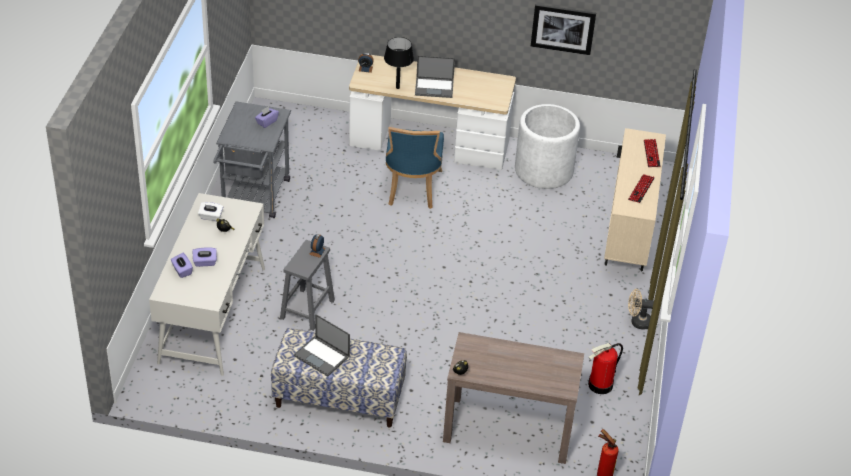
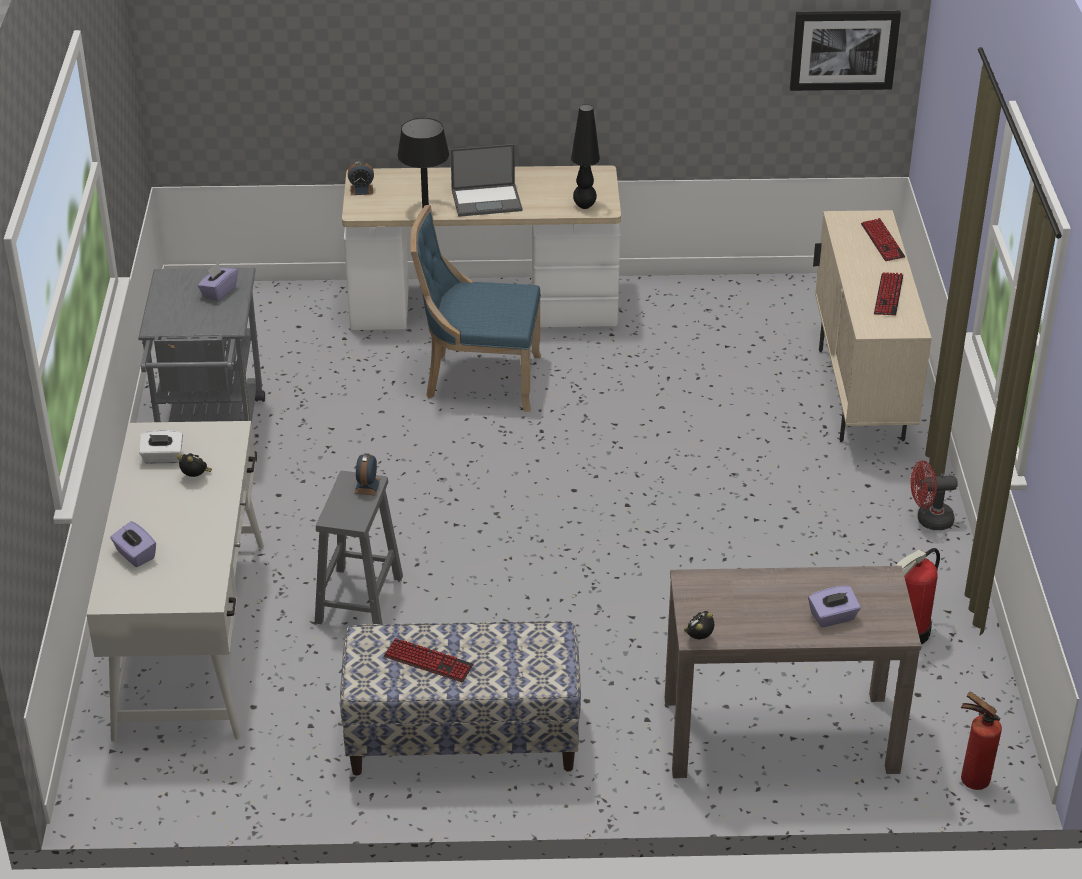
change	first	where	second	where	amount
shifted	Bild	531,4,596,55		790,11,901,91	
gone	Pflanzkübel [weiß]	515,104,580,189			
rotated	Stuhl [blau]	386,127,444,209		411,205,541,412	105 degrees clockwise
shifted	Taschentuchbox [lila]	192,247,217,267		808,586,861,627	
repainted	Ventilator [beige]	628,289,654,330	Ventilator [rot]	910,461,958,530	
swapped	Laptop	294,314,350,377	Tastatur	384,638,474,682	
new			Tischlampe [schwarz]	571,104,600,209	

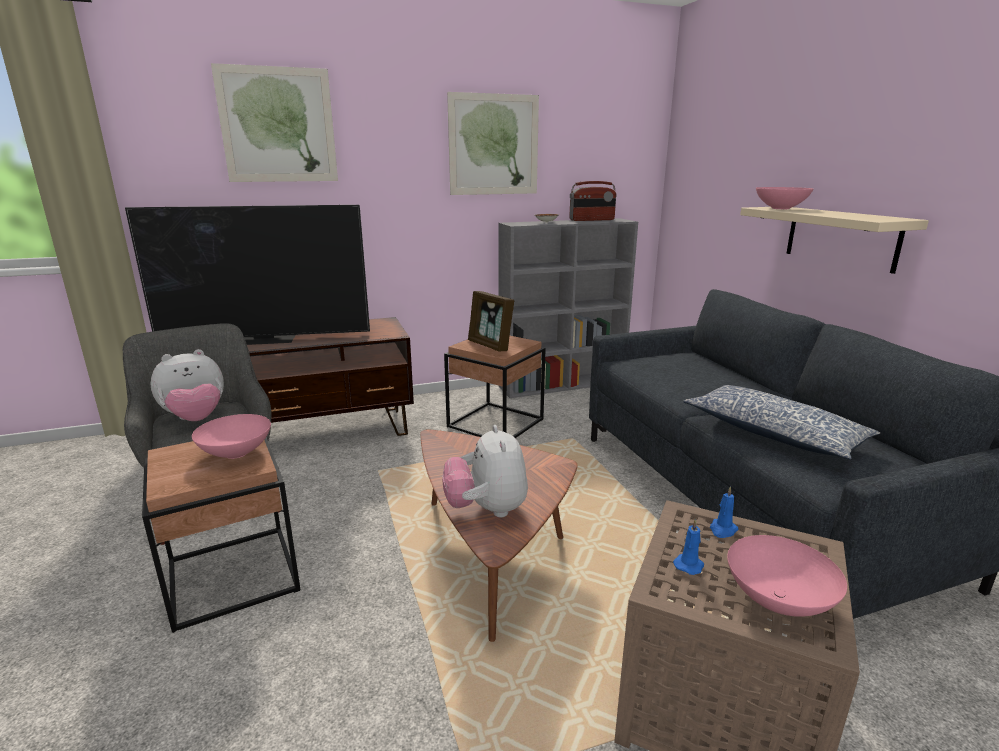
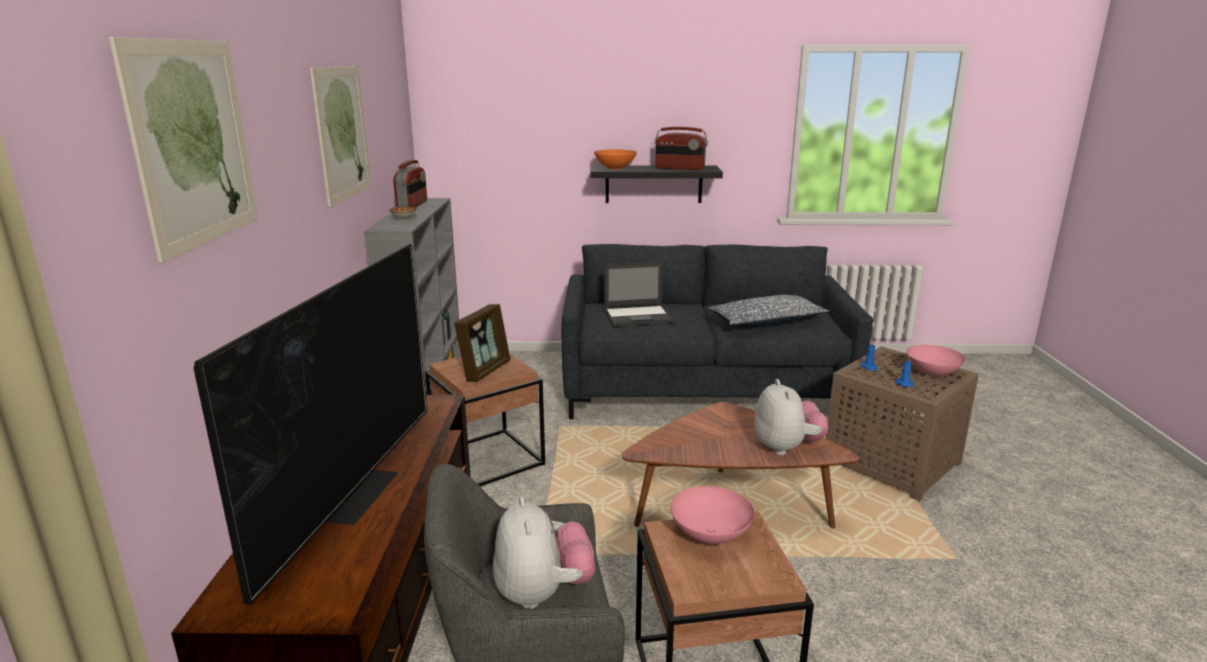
change	first	where	second	where	amount
repainted	Schüssel [rosa]	756,187,813,209	Schüssel [orange]	594,150,637,169	
repainted	Wandregal [beige]	740,207,929,274	Wandregal [schwarz]	590,165,723,203	
rotated	Bilderrahmen	468,291,514,351		454,304,510,382	45 degrees counterclockwise
rotated	Plüschtier	442,425,528,518		754,379,828,455	105 degrees counterclockwise
new			Radio	655,127,708,170	
new			Laptop	604,262,674,326	

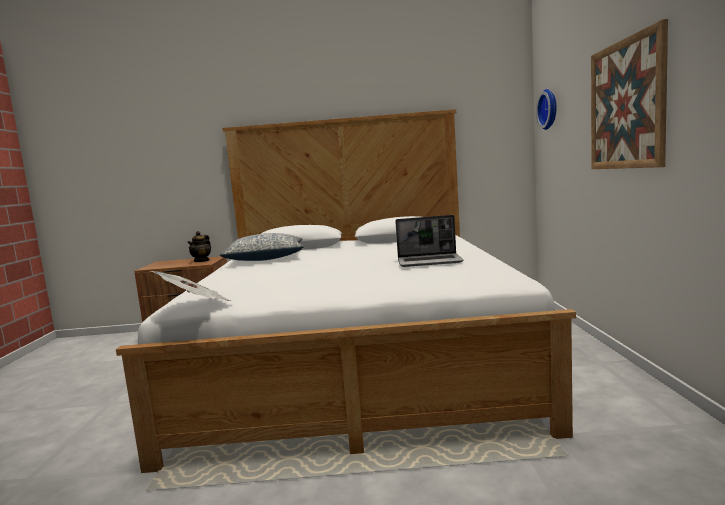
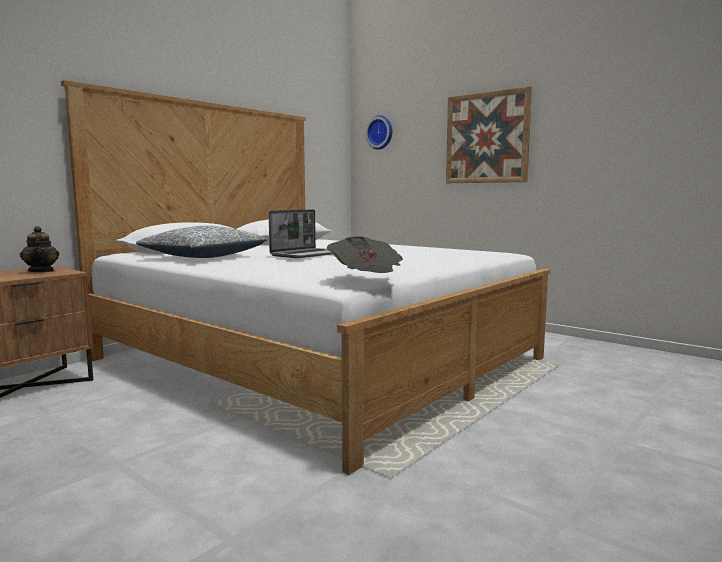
change	first	where	second	where	amount
shifted	Laptop	395,215,464,267		269,209,332,258	

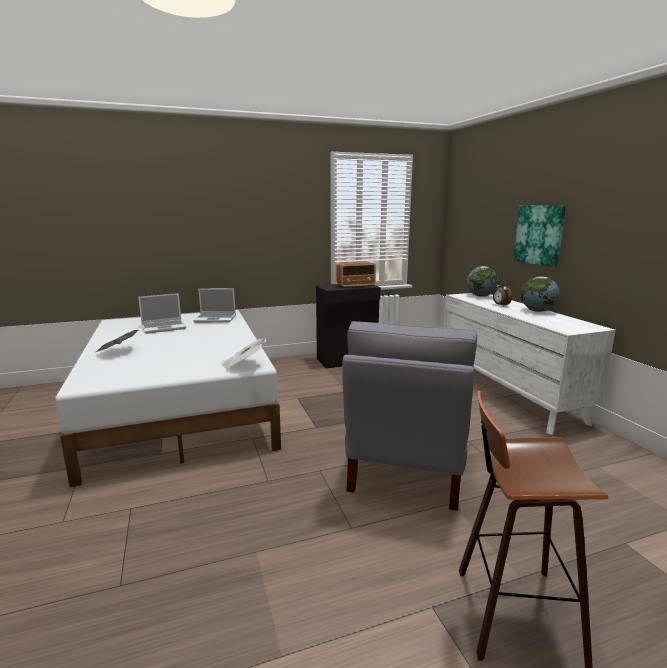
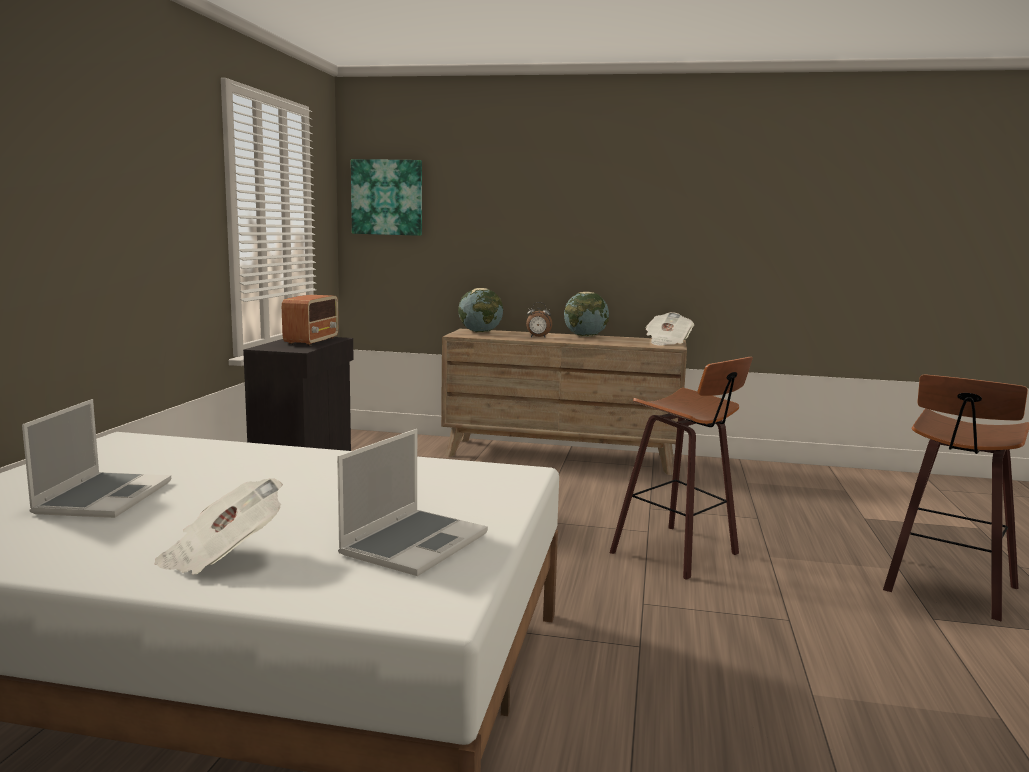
change	first	where	second	where	amount
shifted	Bild	513,205,566,267		351,159,422,236	
shifted	Laptop	194,288,236,323		337,429,488,576	
repainted	Kommode [weiß]	444,293,616,434	Kommode [braun]	441,329,687,475	
swapped	Stuhl [grau]	342,321,477,511	Hocker	610,357,753,580	
shifted	Zeitung	221,338,266,369		645,312,694,346	

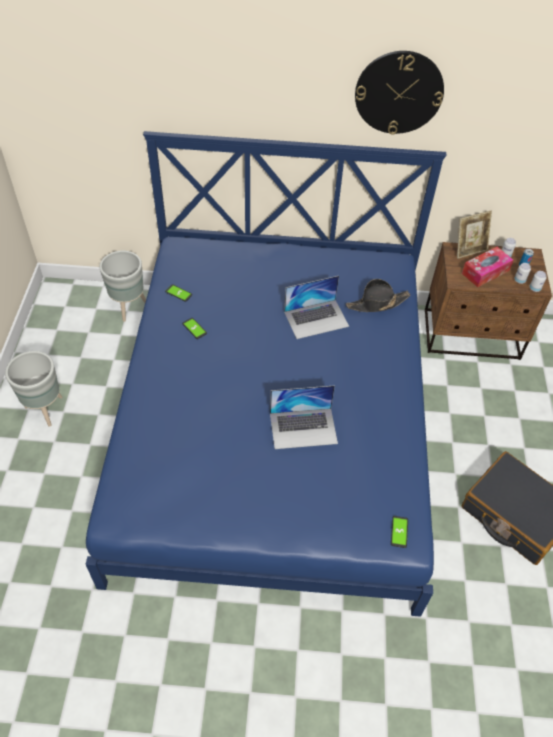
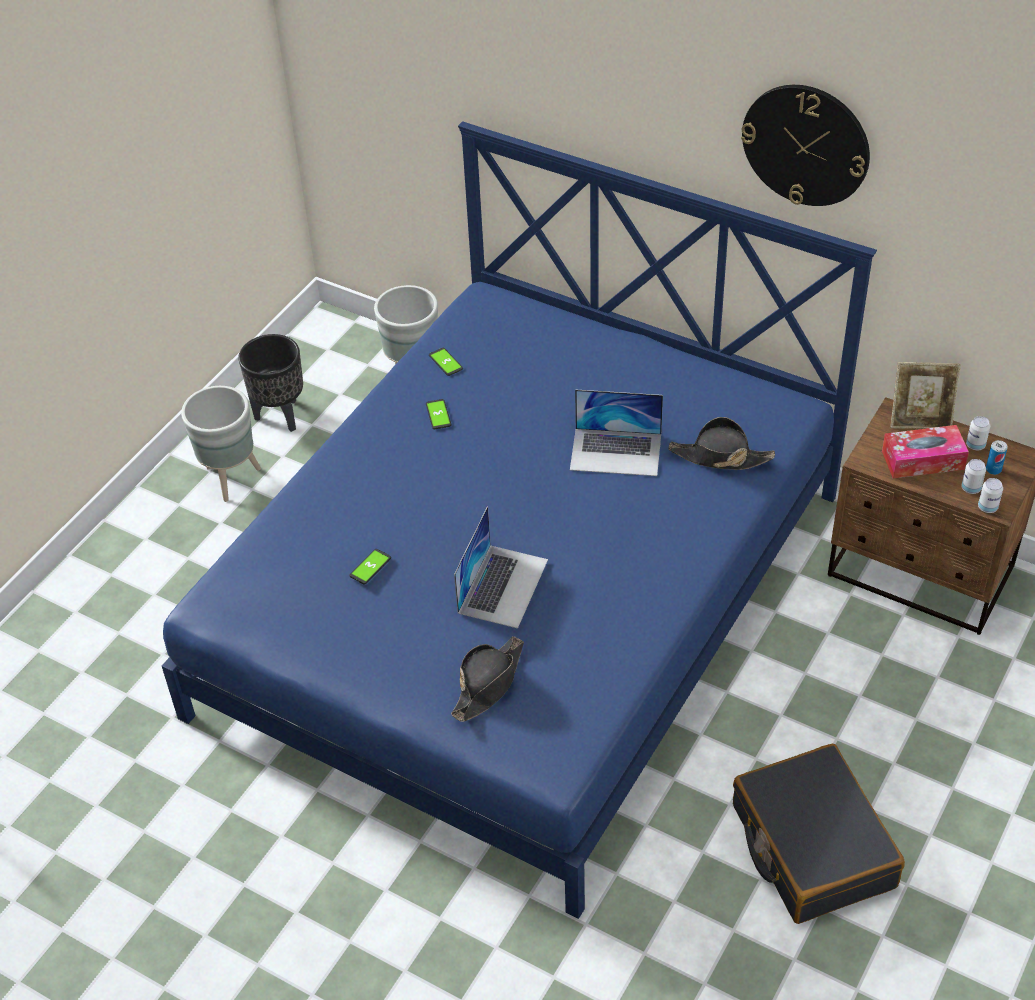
change	first	where	second	where	amount
rotated	Laptop	270,385,338,449		454,507,548,629	90 degrees counterclockwise
shifted	Handy	391,516,408,548		349,549,391,584	
new			Pflanzkübel [schwarz]	238,334,303,432	
new			Hut [schwarz]	451,636,524,722	

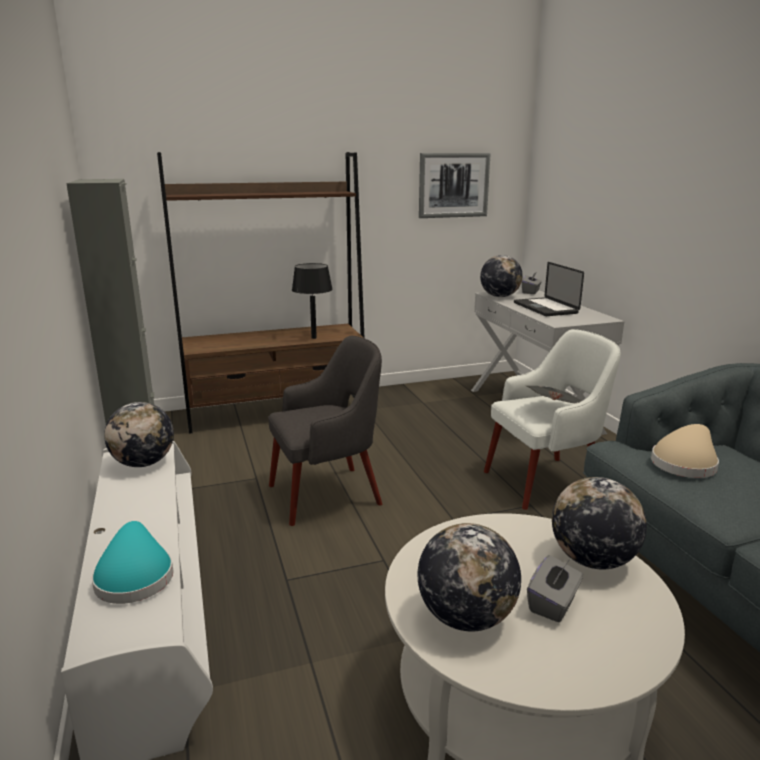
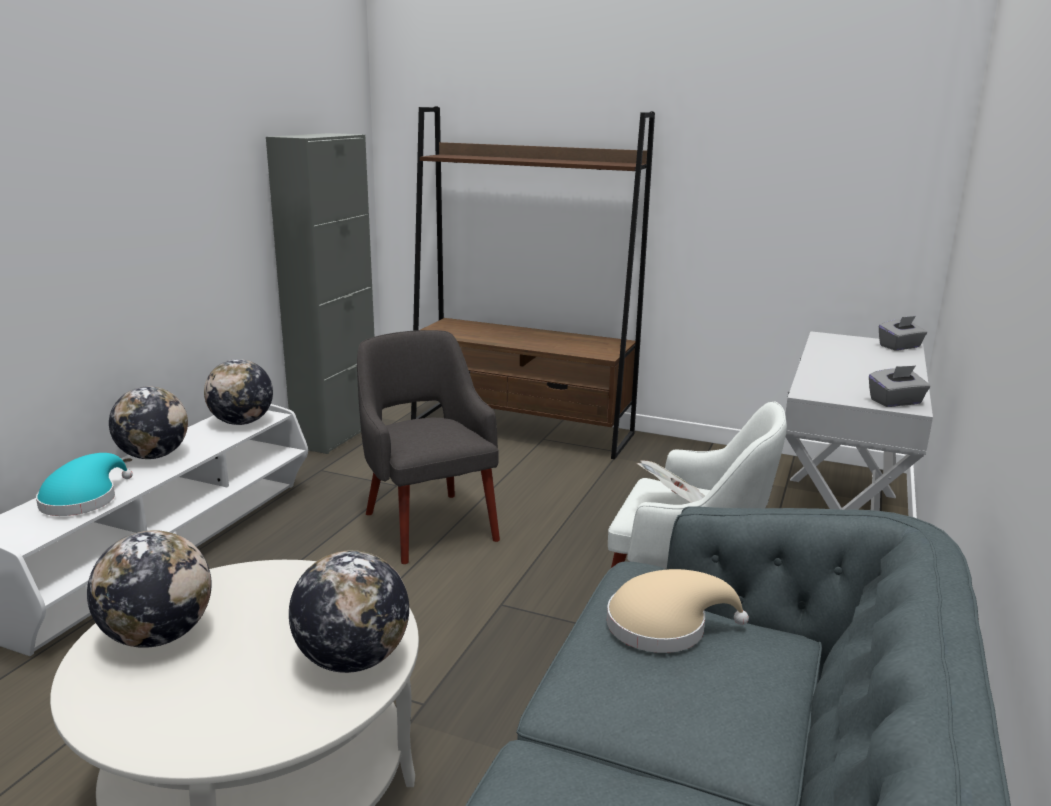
change	first	where	second	where	amount
gone	Bild	419,153,491,218			
shifted	Globus	480,255,523,297		109,386,188,459	
gone	Laptop	514,262,584,316			
gone	Tischlampe [schwarz]	292,263,333,339			
rotated	Sessel [grau]	268,336,382,526		357,330,500,564	135 degrees counterclockwise
shifted	Taschentuchbox [grau]	527,555,583,622		869,365,930,407	

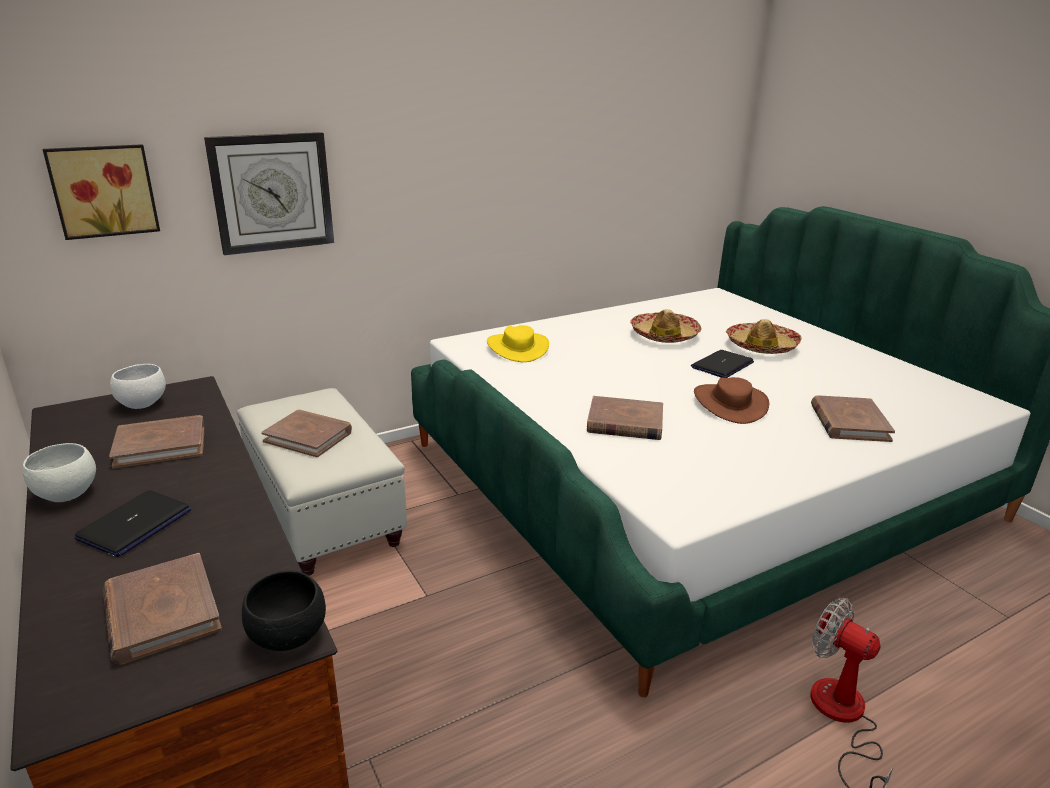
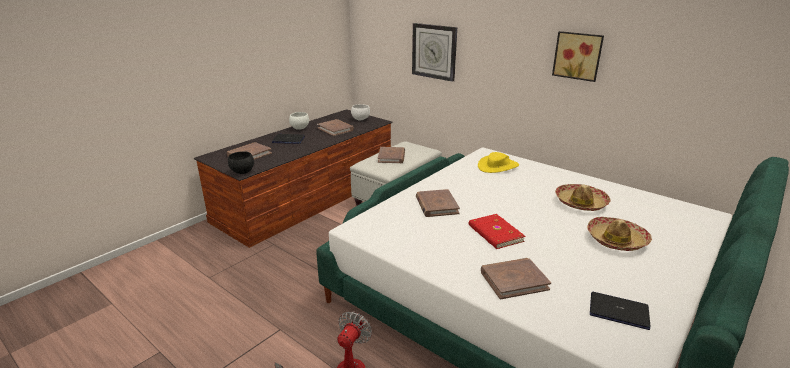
change	first	where	second	where	amount
shifted	Bild	43,144,160,240		552,31,604,82	
shifted	Laptop	691,350,754,378		590,292,650,330	
swapped	Hut [braun]	694,377,769,424	Buch [rot]	469,214,525,249	

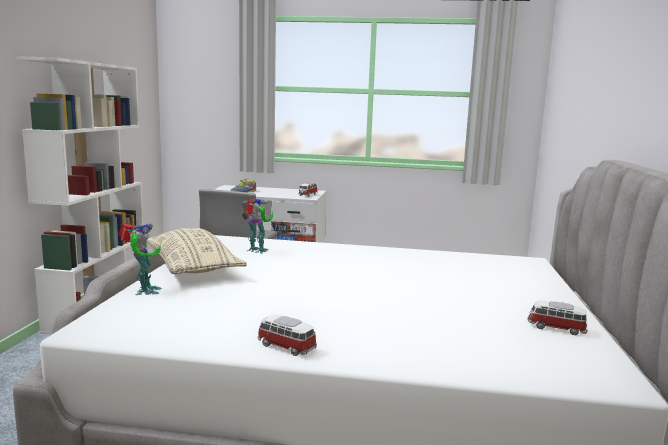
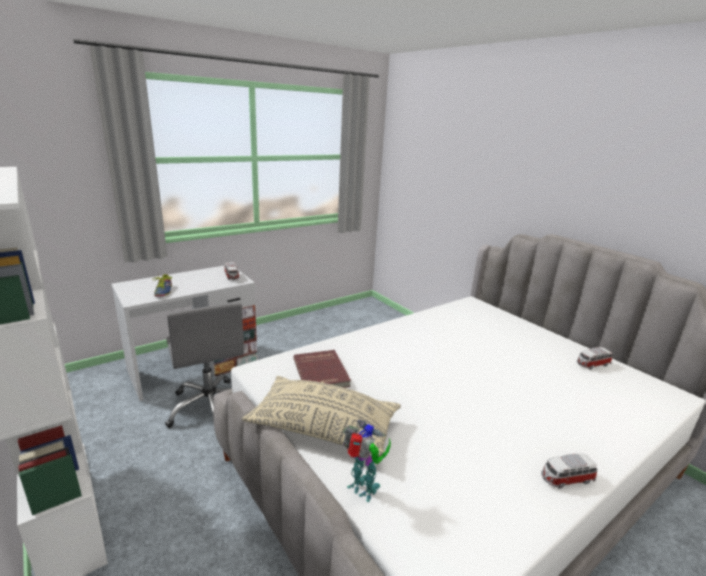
change	first	where	second	where	amount
swapped	Spielzeugroboter	241,198,273,254	Buch [rot]	293,350,351,388	

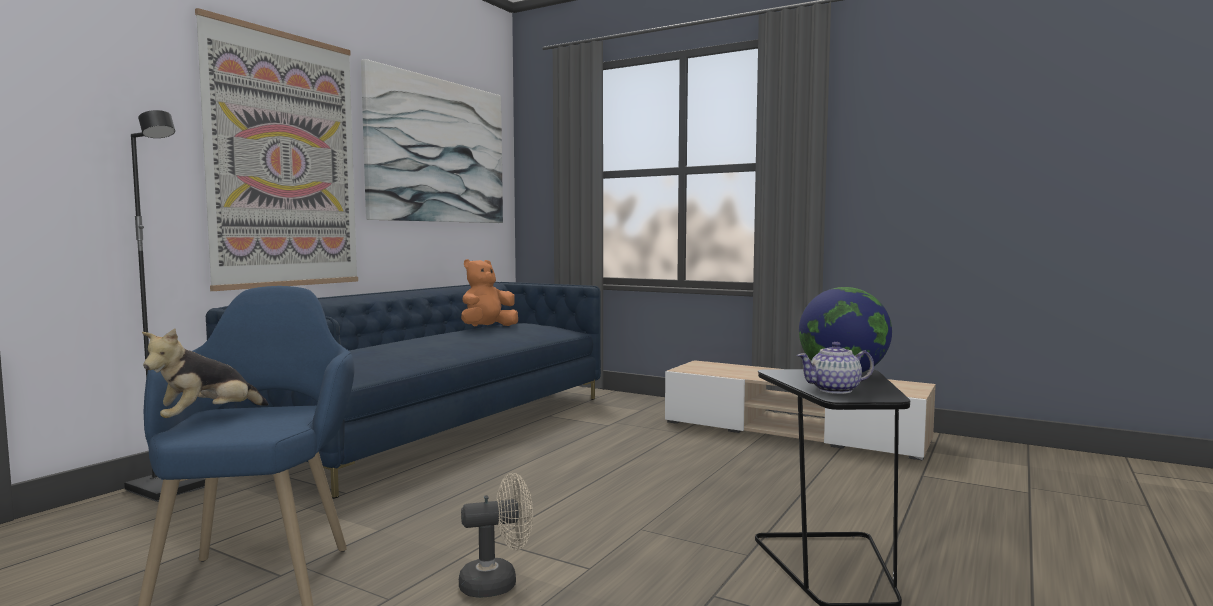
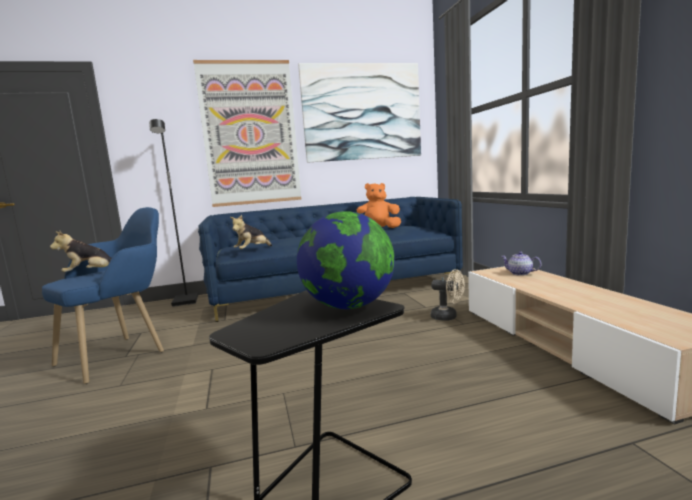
change	first	where	second	where	amount
shifted	Teekanne	797,342,874,394		500,252,541,276	
shifted	Ventilator [beige]	459,473,533,598		431,269,465,321	
new			Plüschtier	230,215,272,249	

